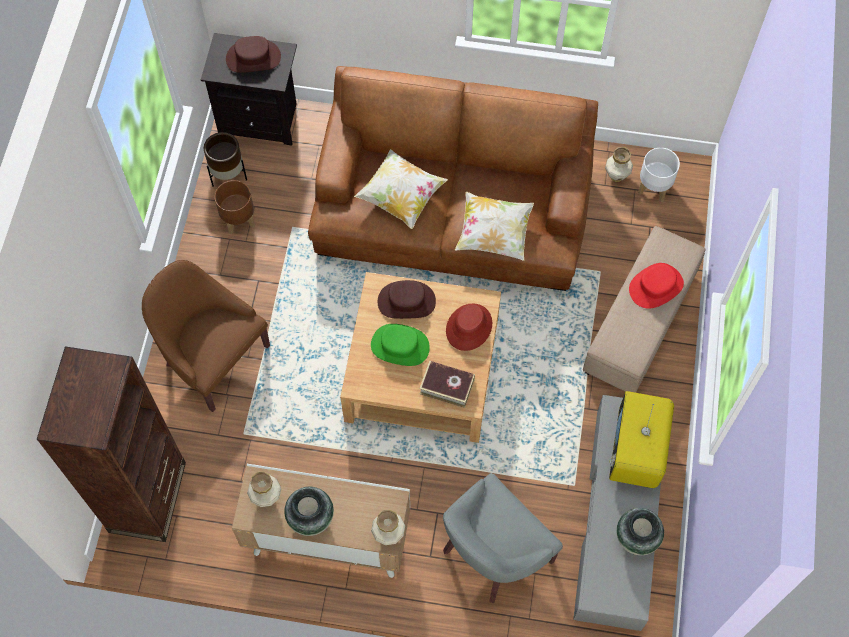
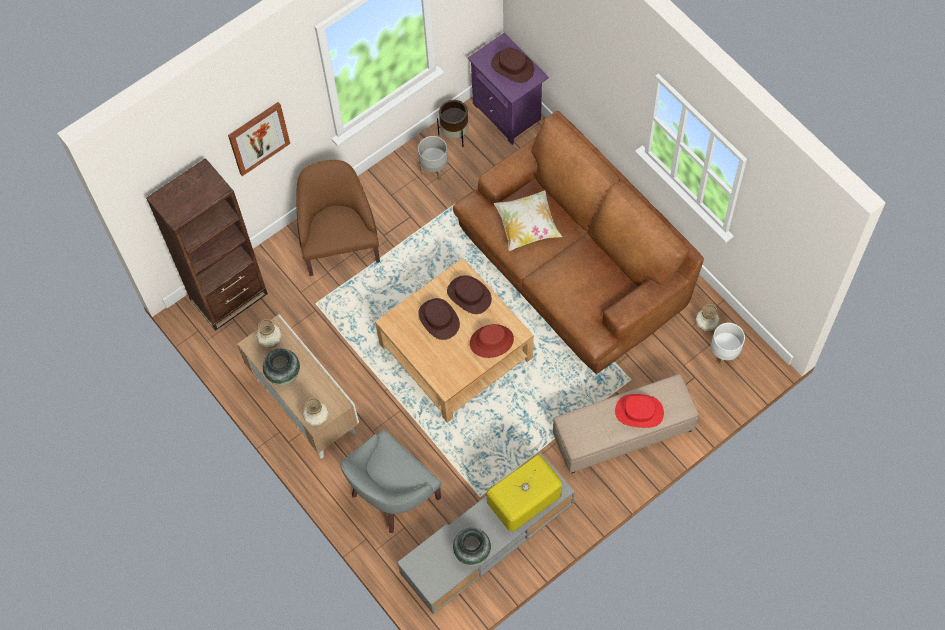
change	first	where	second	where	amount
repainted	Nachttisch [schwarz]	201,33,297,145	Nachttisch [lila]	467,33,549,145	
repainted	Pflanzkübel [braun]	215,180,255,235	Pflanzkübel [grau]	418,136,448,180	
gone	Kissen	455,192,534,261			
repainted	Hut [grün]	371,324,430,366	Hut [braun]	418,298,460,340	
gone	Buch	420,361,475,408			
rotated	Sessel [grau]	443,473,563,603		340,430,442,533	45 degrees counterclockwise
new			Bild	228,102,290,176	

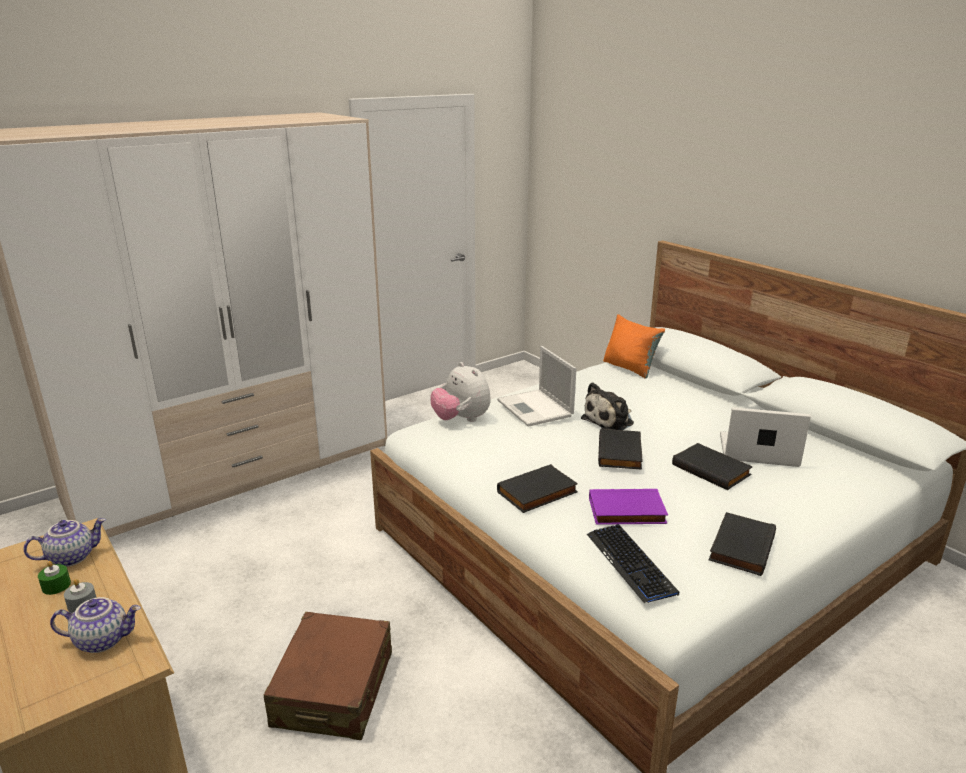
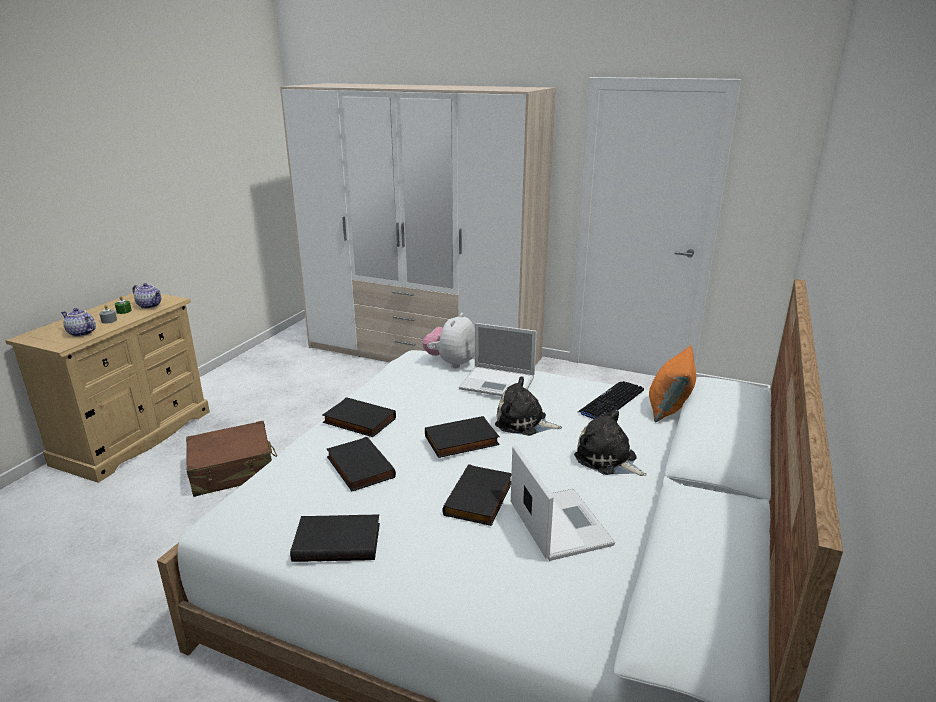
change	first	where	second	where	amount
rotated	Laptop	497,346,576,427		459,323,537,396	105 degrees counterclockwise
repainted	Buch [lila]	589,489,668,525	Buch [schwarz]	327,437,396,491	
shifted	Tastatur	587,524,679,603		578,381,644,419	
rotated	Teekanne	50,597,141,653		61,308,96,337	150 degrees clockwise
new			Plüschtier	574,410,647,476	

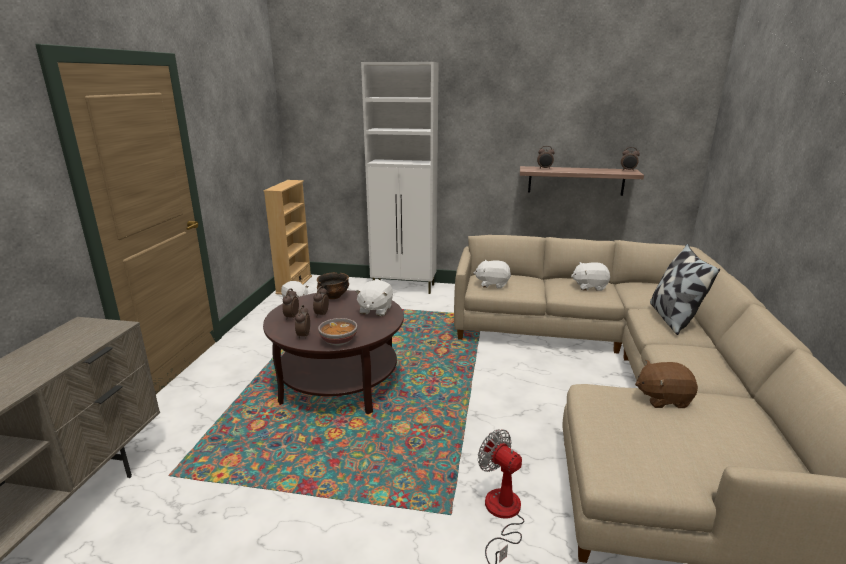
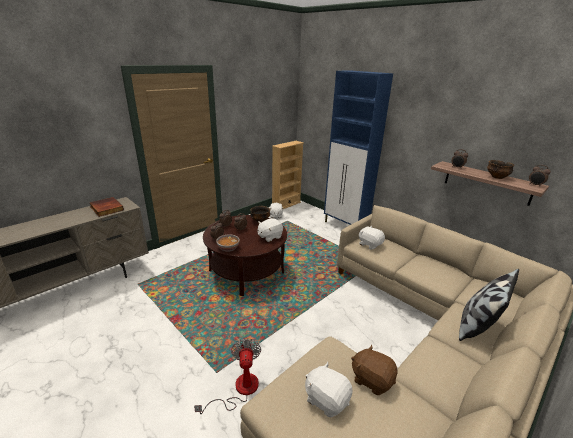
change	first	where	second	where	amount
repainted	Schrank [weiß]	361,62,439,294	Schrank [blau]	324,70,393,225	
shifted	Plüschtier [weiß]	571,262,610,291		305,362,352,417	
new			Schüssel	487,160,514,179	
new			Buch	90,197,124,217	

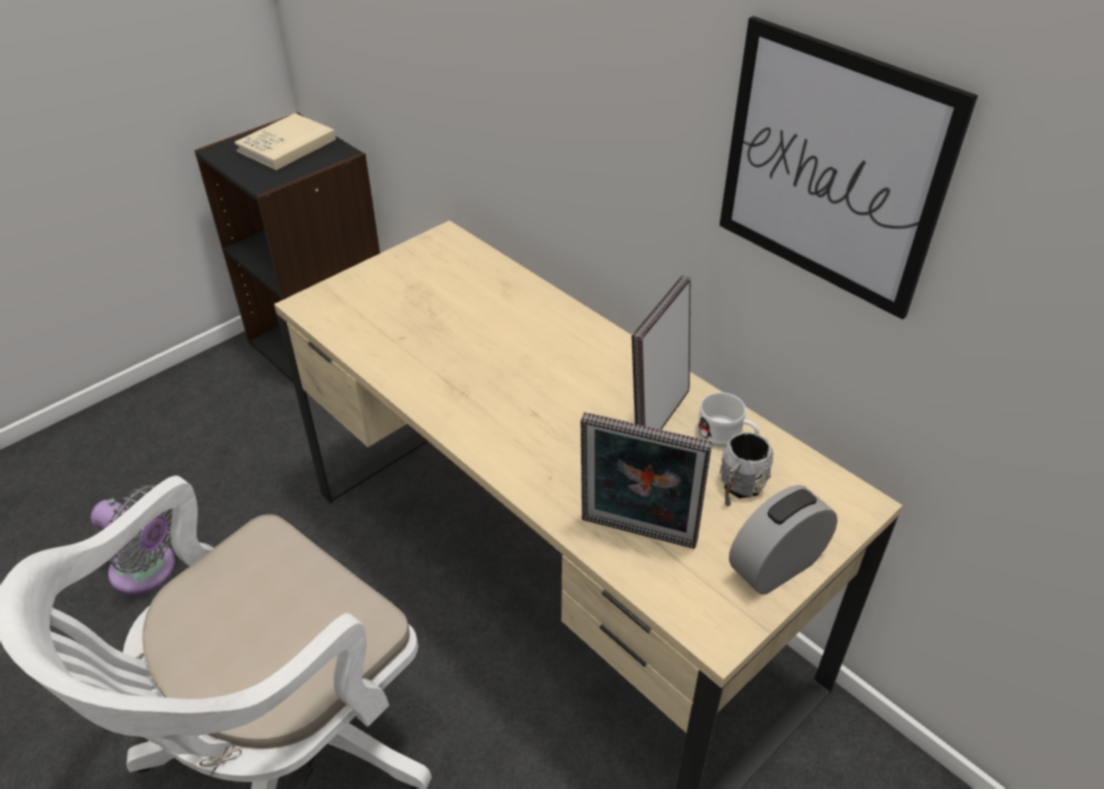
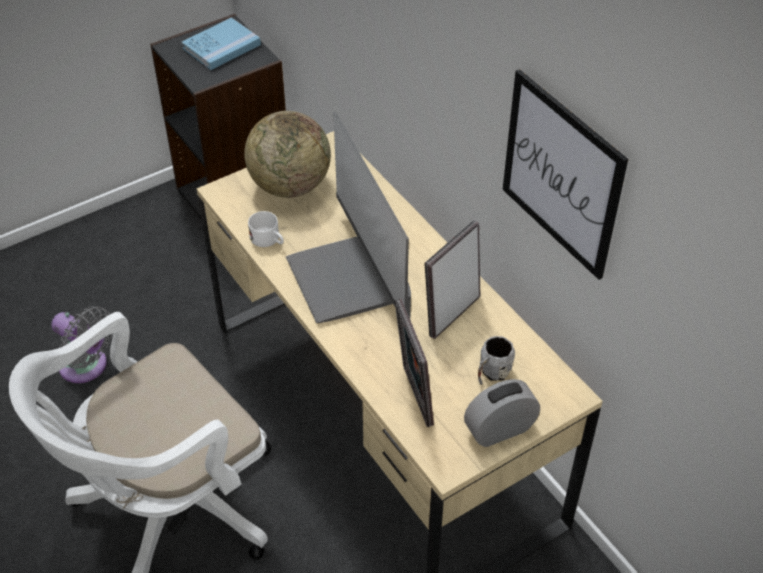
change	first	where	second	where	amount
repainted	Buch [beige]	235,113,336,170	Buch [blau]	182,18,261,70	
shifted	Henkelbecher [weiß]	697,392,759,447		248,211,284,247	
rotated	Bilderrahmen	581,412,712,549		395,299,434,427	45 degrees clockwise
new			Globus	244,111,331,198	
new			Monitor	286,111,411,323	

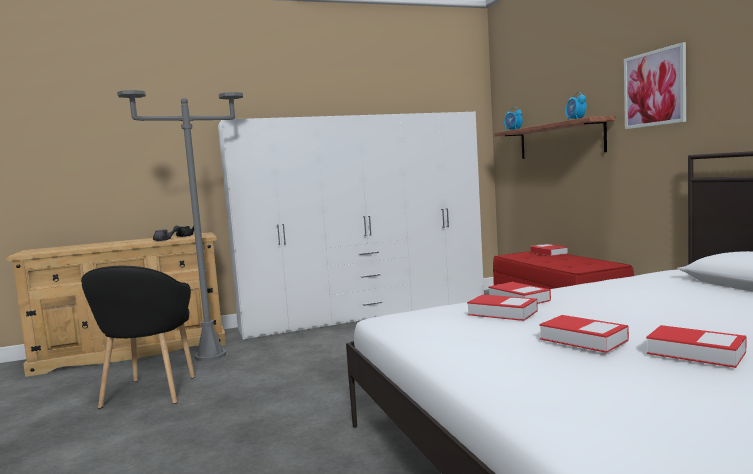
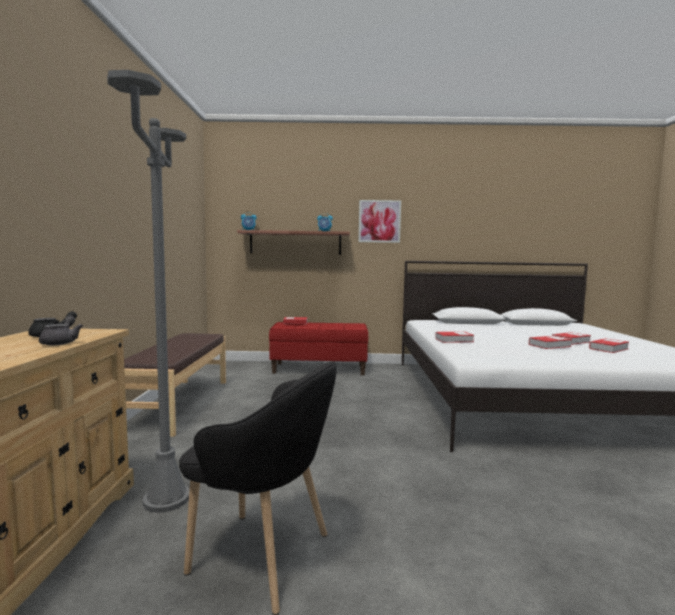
change	first	where	second	where	amount
swapped	Kleiderschrank [weiß]	218,112,484,340	Bank [braun]	124,333,226,437	
shifted	Buch	467,294,538,321		589,338,629,353	

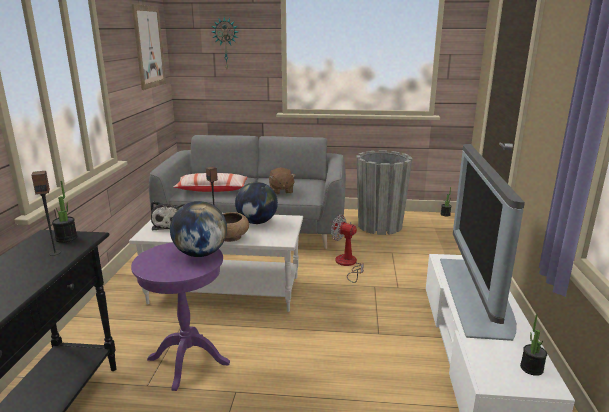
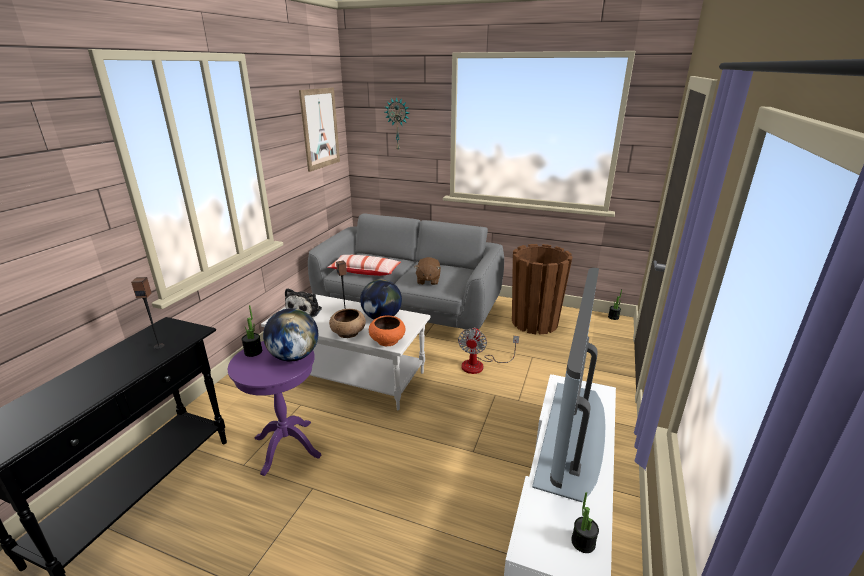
change	first	where	second	where	amount
repainted	Pflanzkübel [grau]	357,150,412,235	Pflanzkübel [braun]	512,244,573,335	
shifted	Topfpflanze	52,181,78,243		241,305,262,357	
rotated	Ventilator	331,215,364,283		458,327,519,374	120 degrees counterclockwise
new			Schüssel [orange]	369,316,406,346	

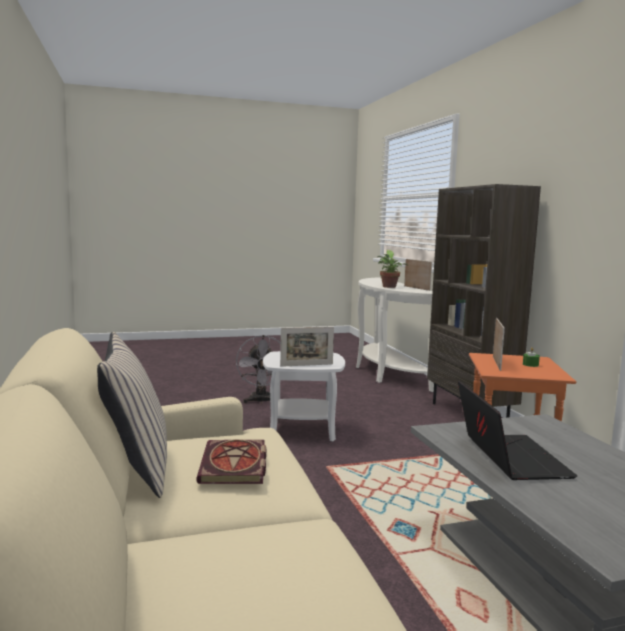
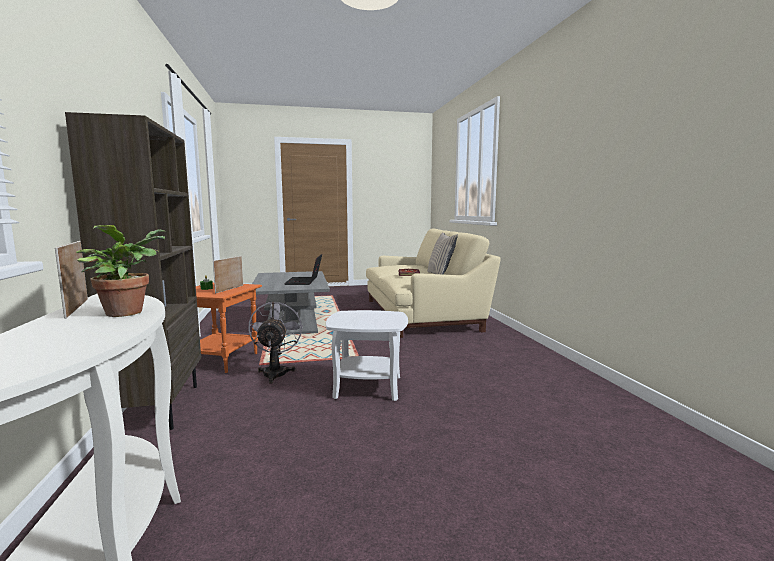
change	first	where	second	where	amount
gone	Bilderrahmen	280,326,334,367			
shifted	Ventilator [grau]	236,335,281,403		248,301,303,384	

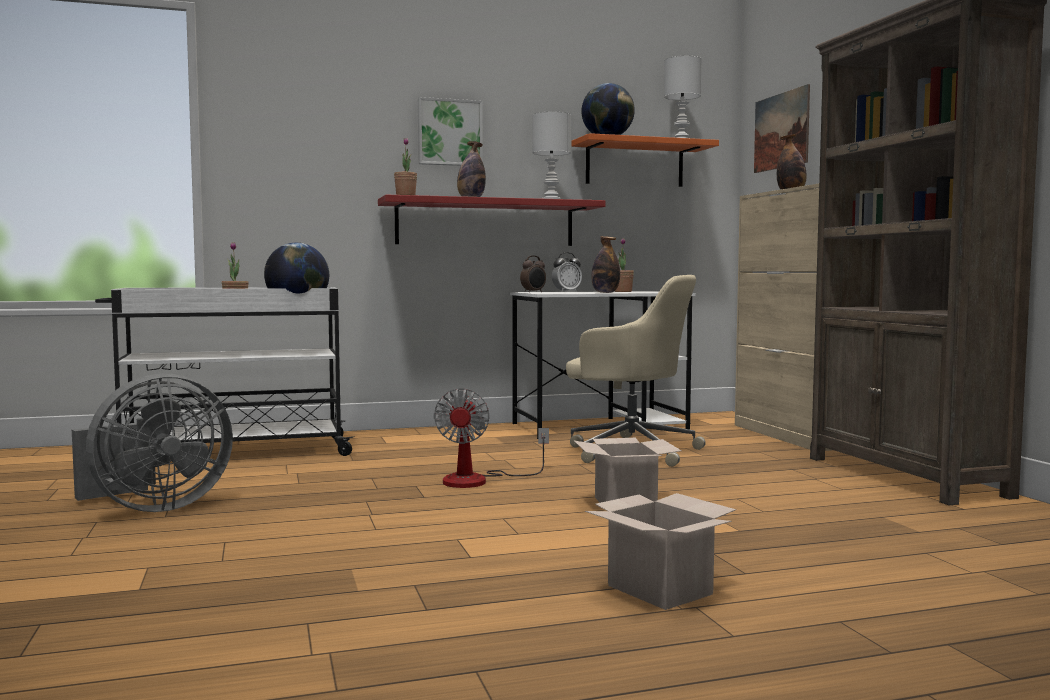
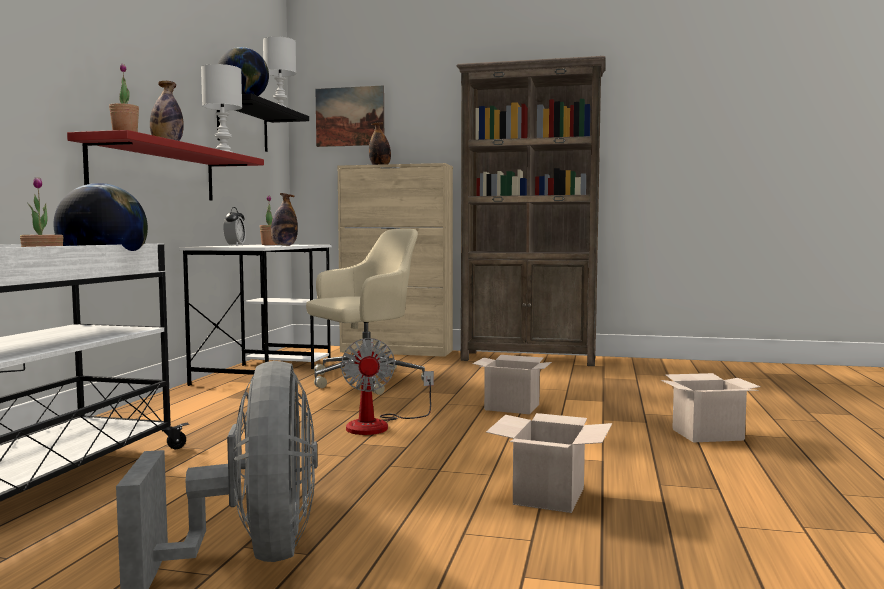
change	first	where	second	where	amount
gone	Bild	418,97,483,166			
repainted	Wandregal [orange]	571,133,719,187	Wandregal [schwarz]	217,94,309,152	
gone	Wecker	520,256,546,292			
rotated	Ventilator	434,388,549,488		341,338,434,435	45 degrees clockwise
new			Karton	486,413,612,513	

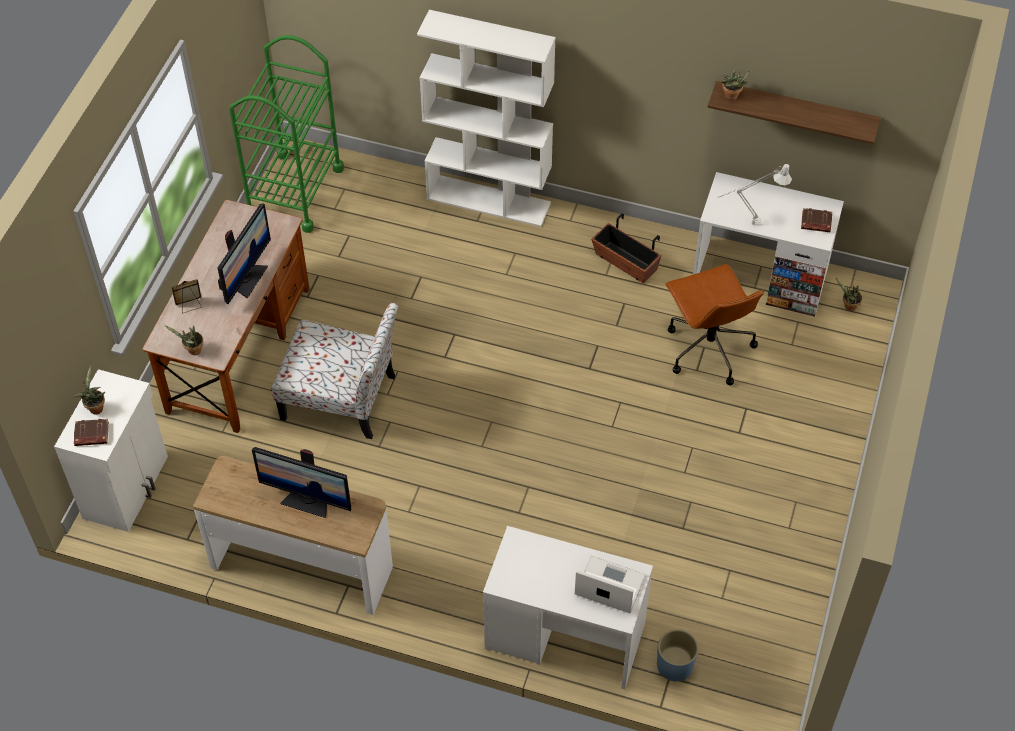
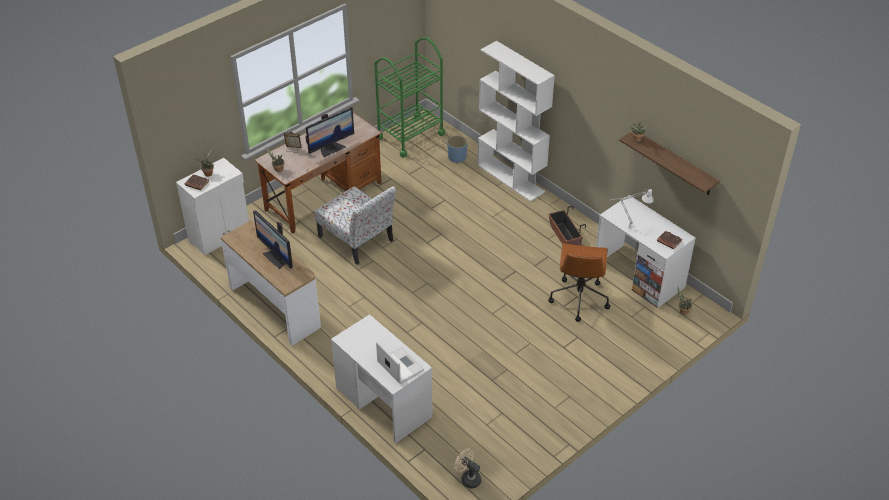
change	first	where	second	where	amount
shifted	Pflanzkübel [blau]	657,629,698,681		447,135,468,164	
new			Ventilator [beige]	455,449,481,488	

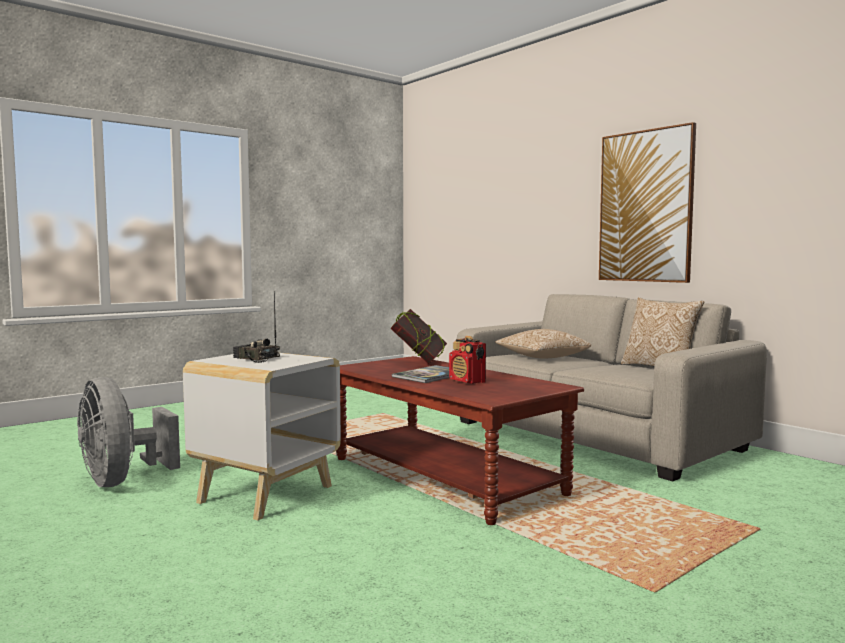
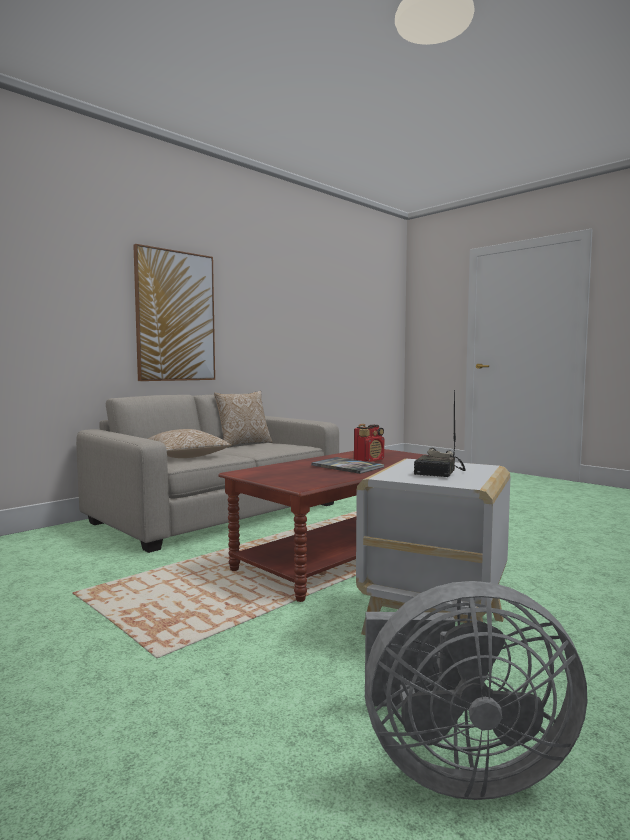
change	first	where	second	where	amount
gone	Buch	390,309,447,364			
rotated	Ventilator [grau]	77,377,180,487		365,581,587,800	45 degrees clockwise

